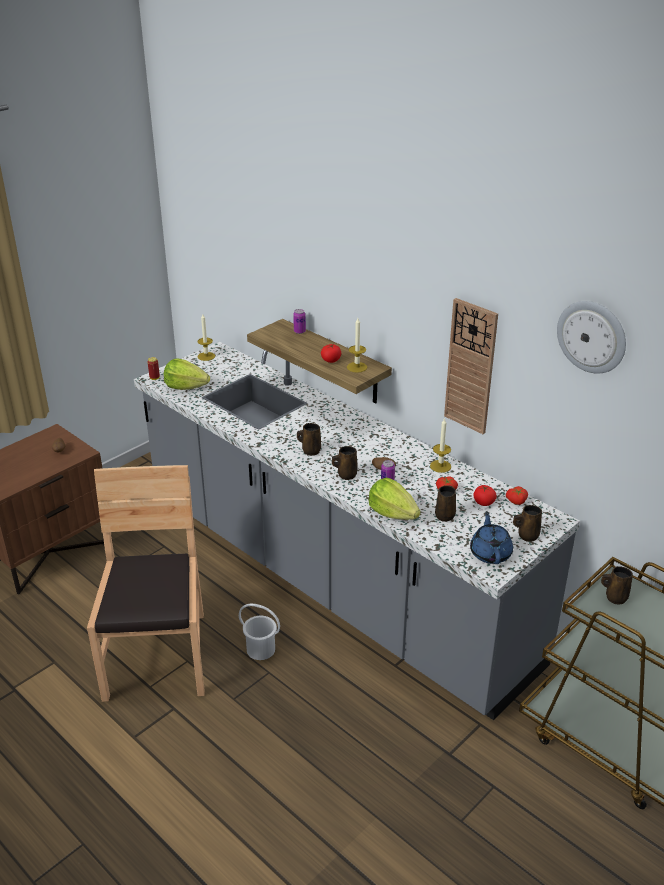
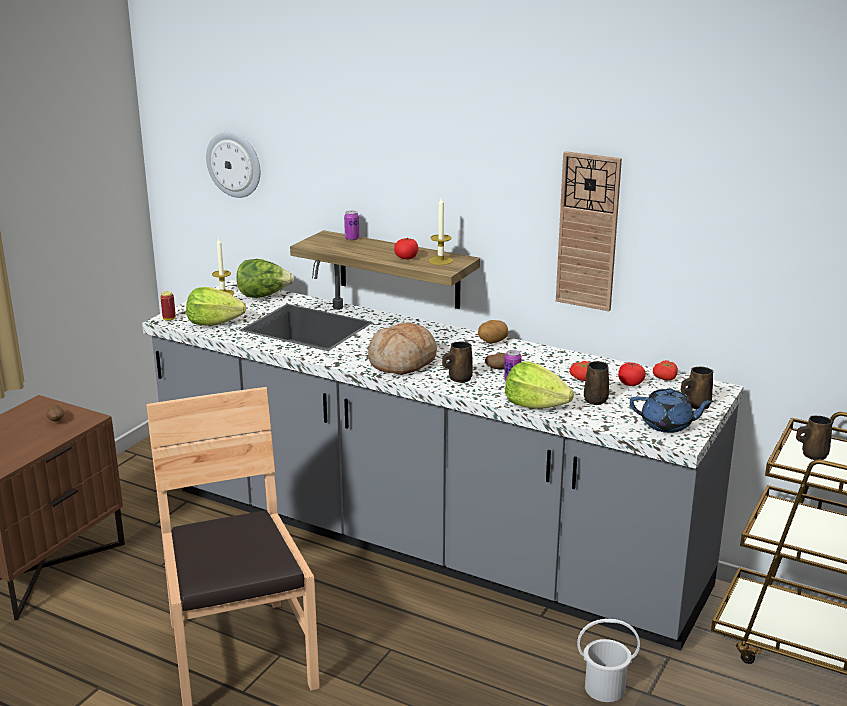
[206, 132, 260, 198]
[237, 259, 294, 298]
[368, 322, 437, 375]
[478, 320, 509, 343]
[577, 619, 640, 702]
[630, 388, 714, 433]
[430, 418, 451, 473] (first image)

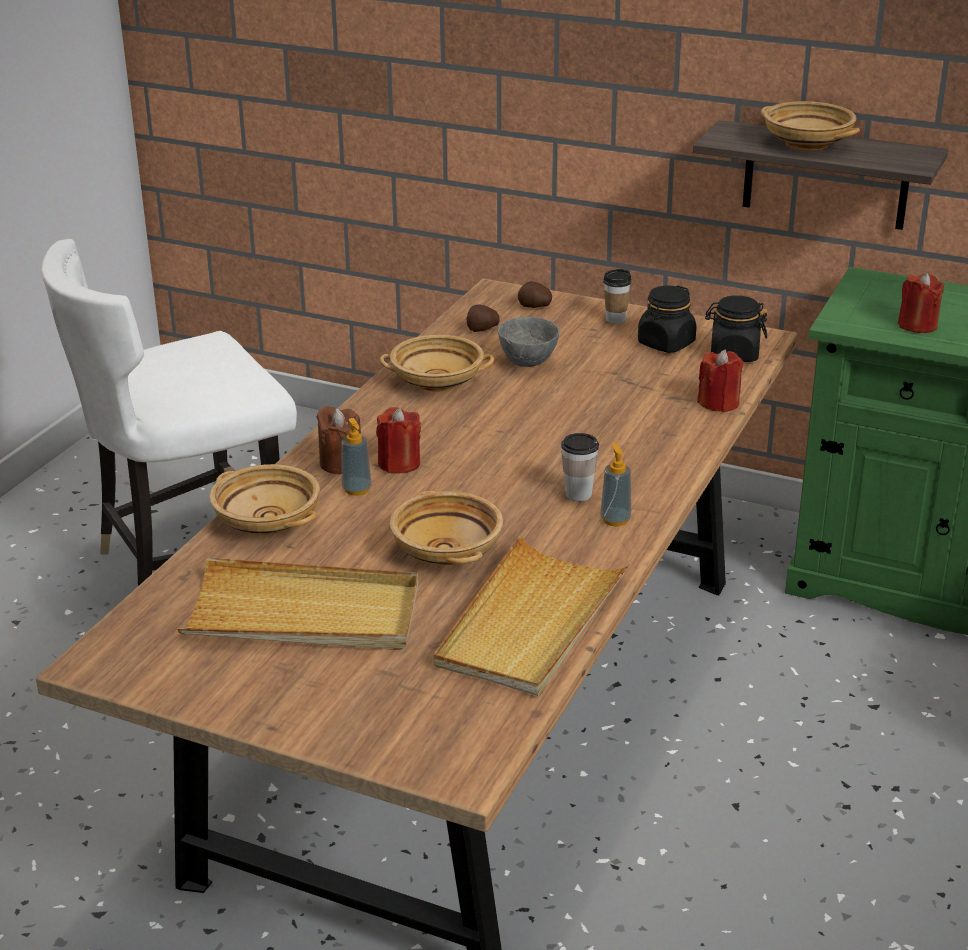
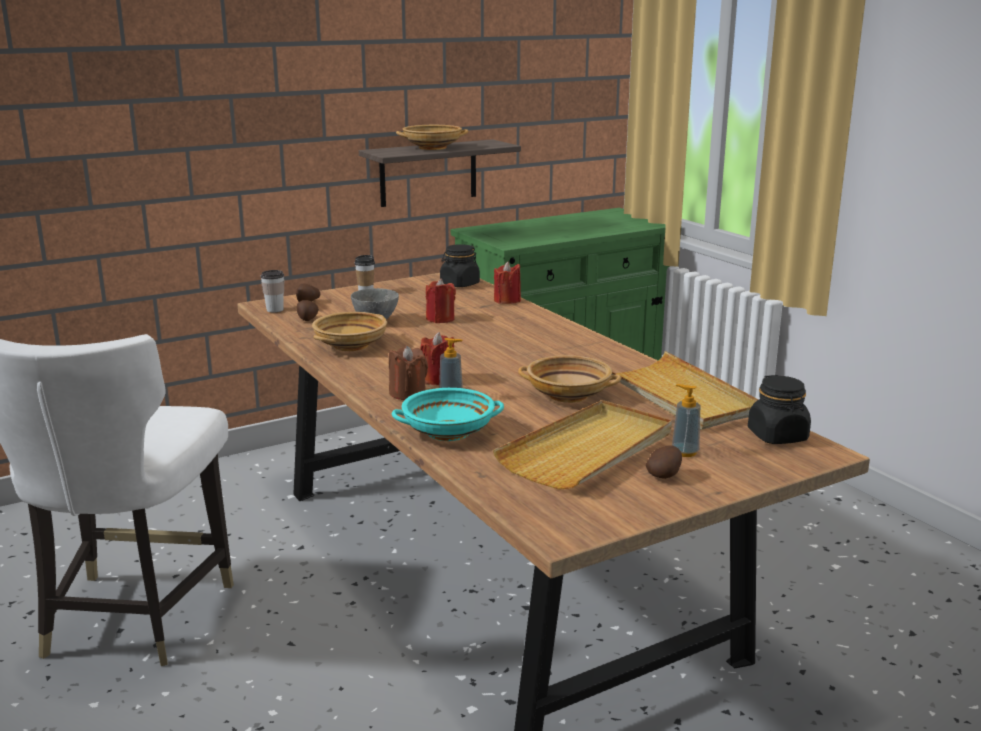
[261, 270, 284, 312]
[392, 388, 504, 441]
[426, 278, 456, 323]
[646, 445, 682, 479]
[672, 384, 700, 457]
[748, 375, 811, 444]

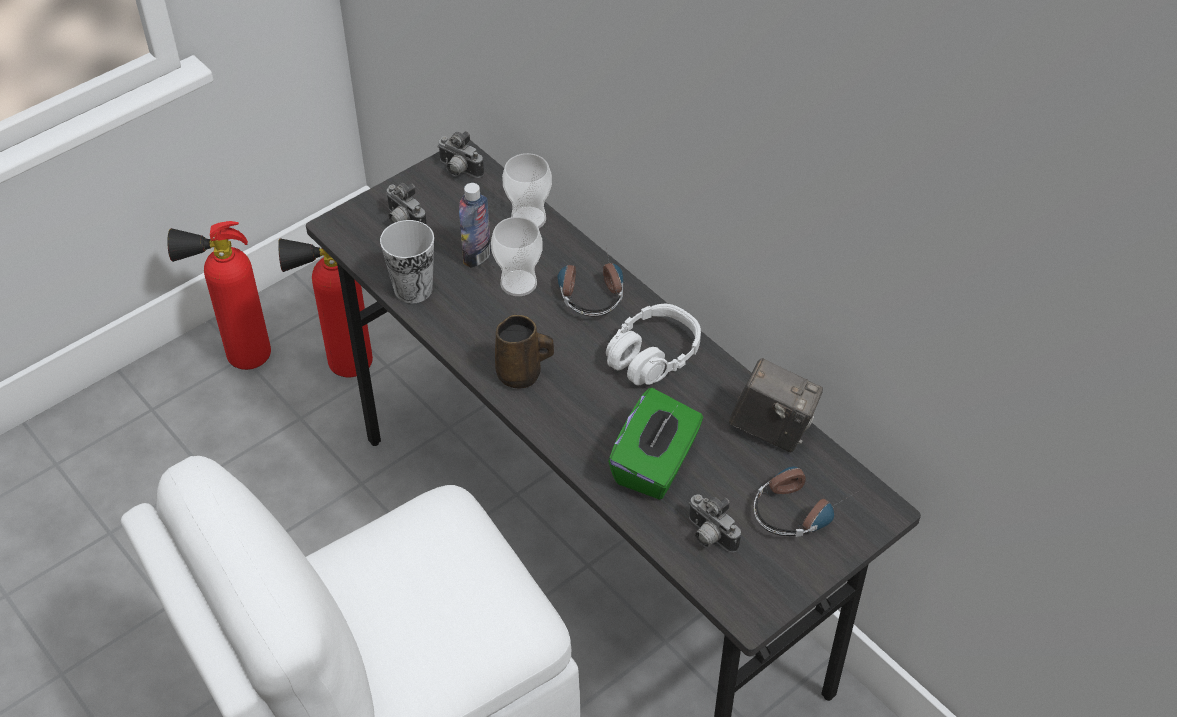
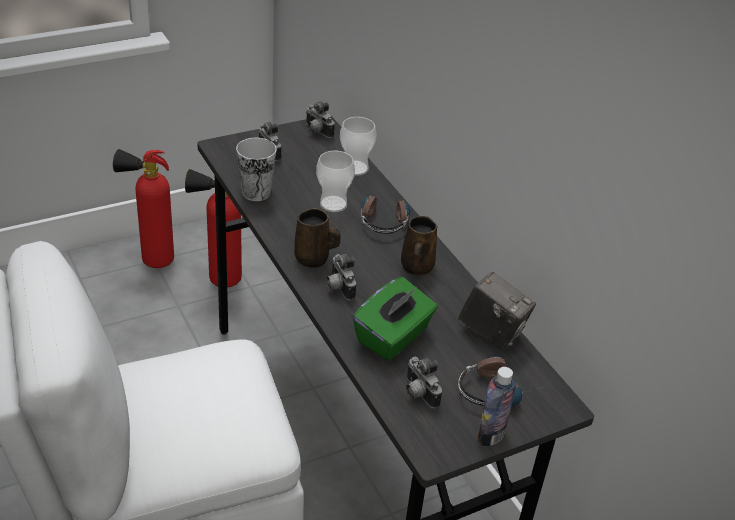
[327, 254, 356, 301]
[401, 216, 437, 275]
[477, 367, 516, 446]

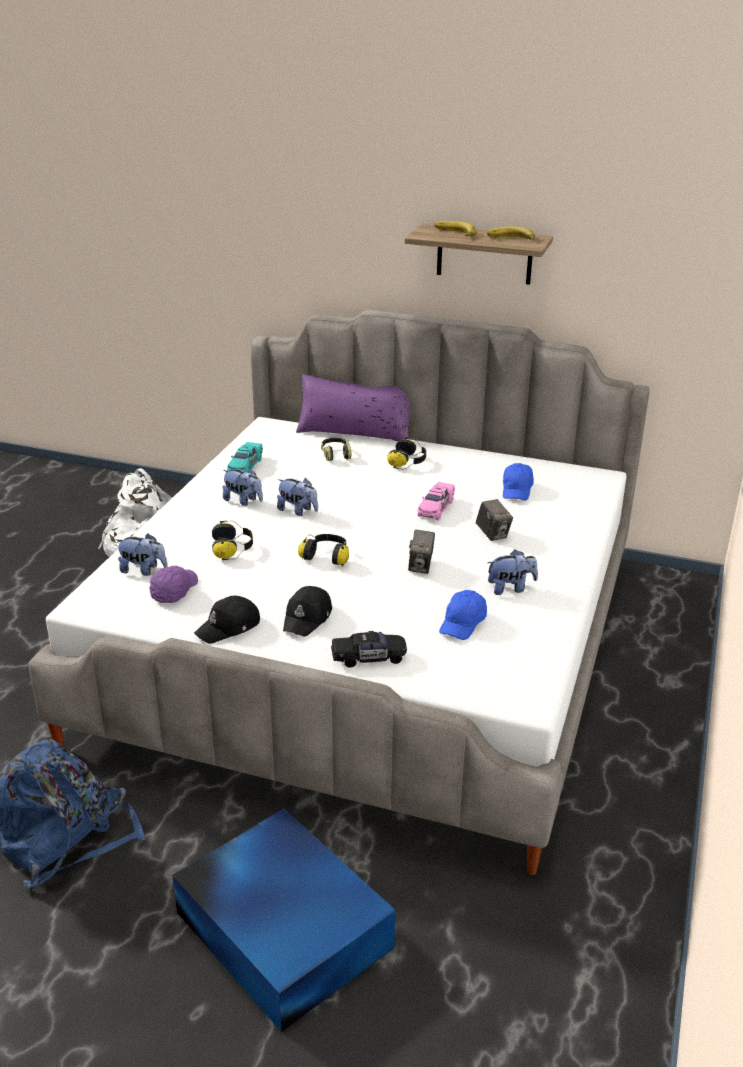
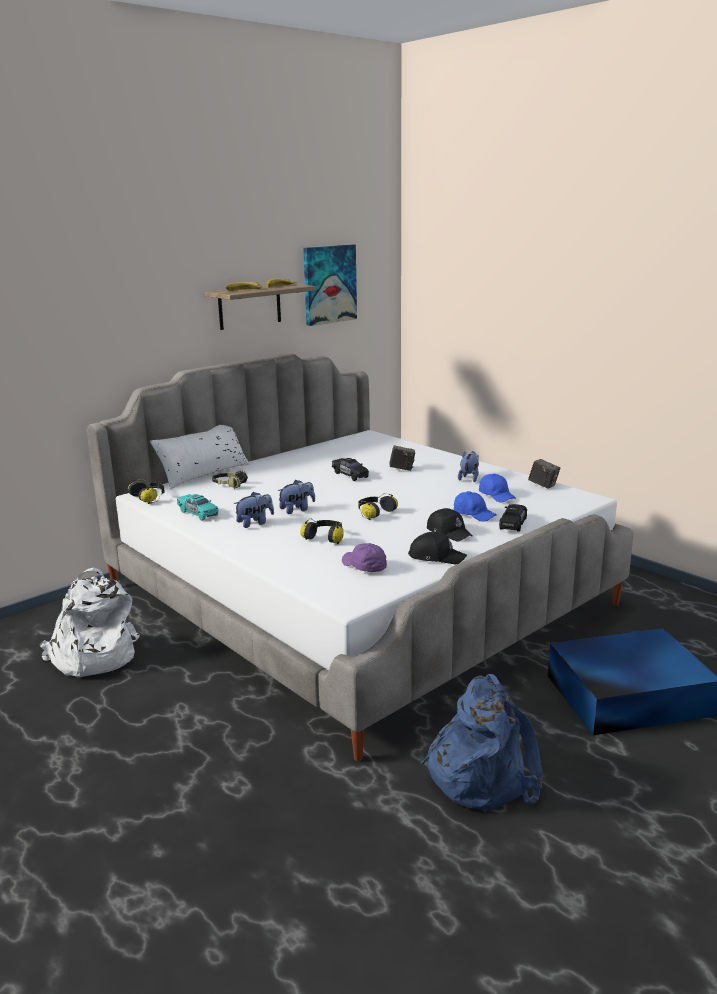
[128, 479, 165, 504]
[150, 425, 249, 489]
[303, 244, 357, 326]
[332, 458, 369, 481]
[408, 532, 467, 565]
[454, 491, 497, 522]
[528, 459, 560, 489]
[116, 533, 168, 576] (first image)

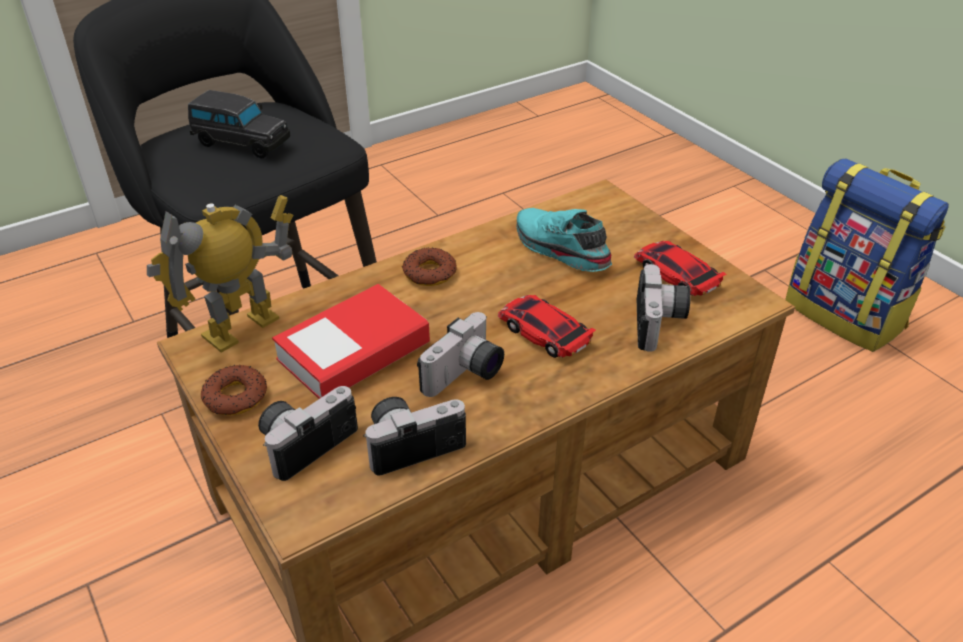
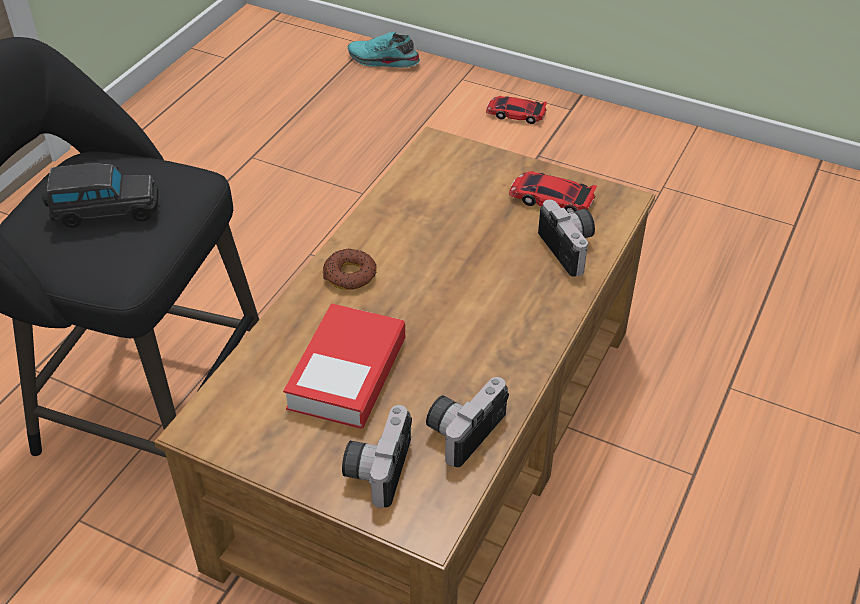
[347, 31, 420, 68]
[486, 96, 547, 124]
[147, 195, 293, 353] (first image)
[201, 365, 267, 416] (first image)
[417, 312, 504, 397] (first image)
[785, 158, 949, 352] (first image)

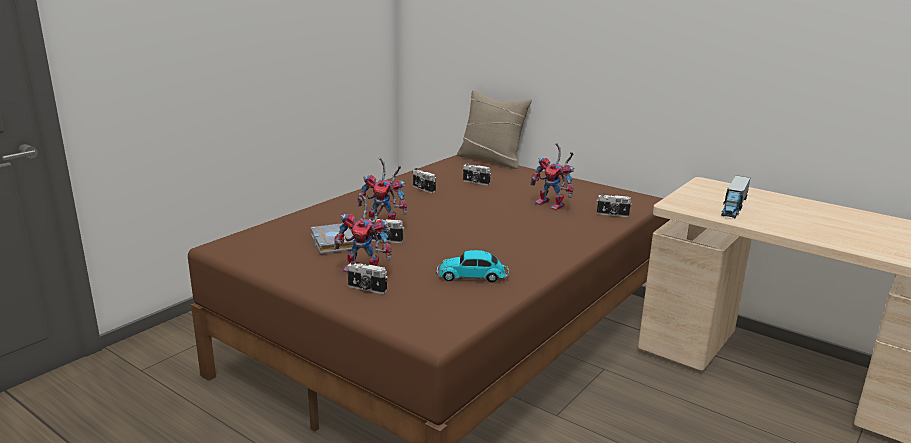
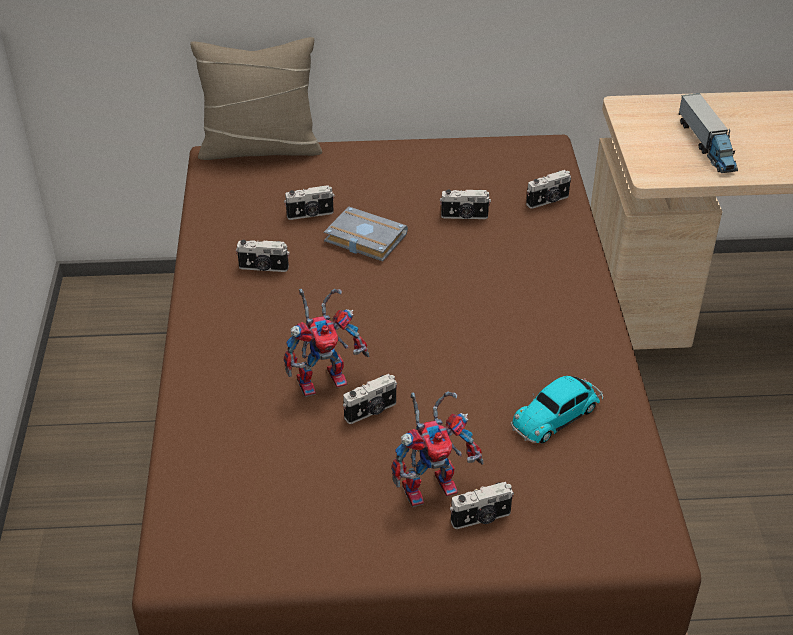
[324, 206, 408, 261]
[440, 190, 491, 219]

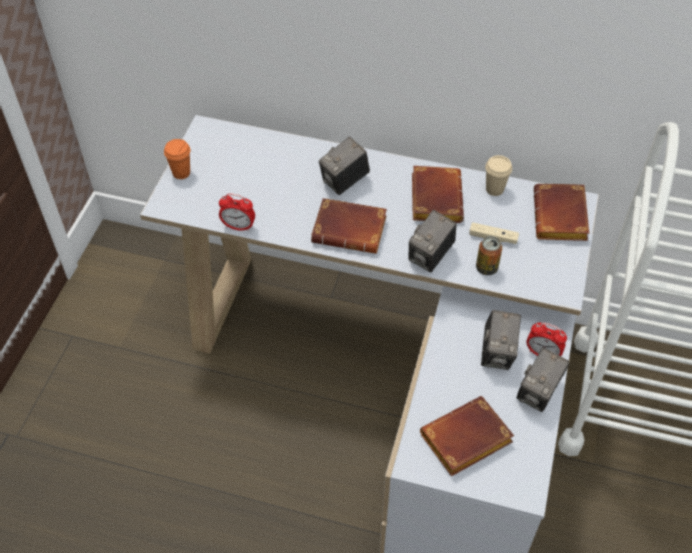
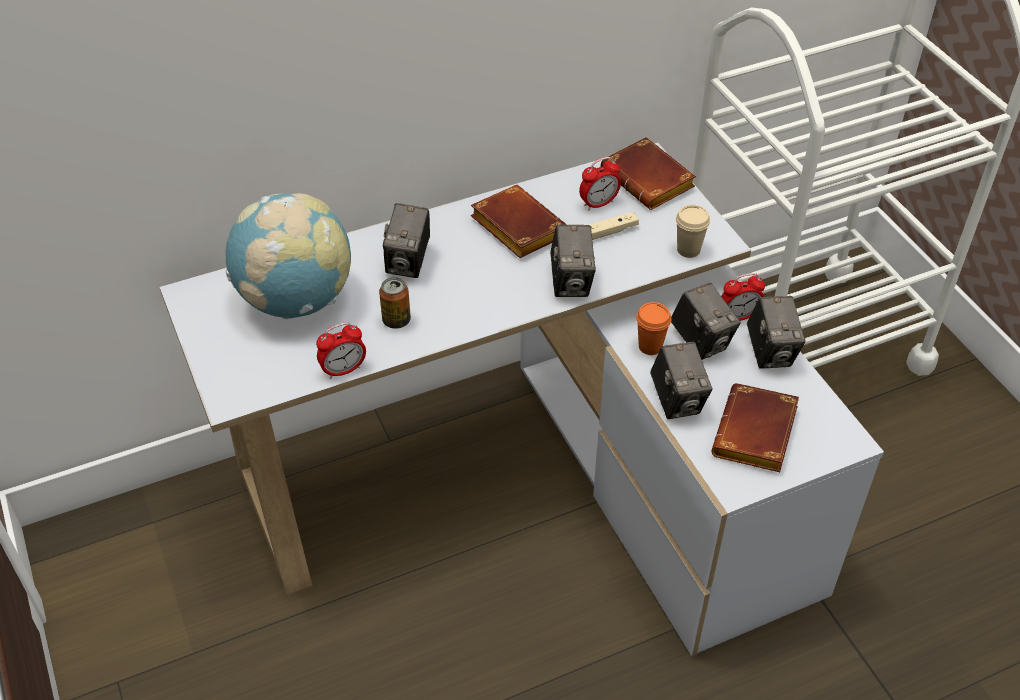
[226, 193, 351, 319]
[379, 277, 411, 329]
[579, 157, 621, 210]
[636, 302, 672, 355]
[650, 342, 713, 419]
[676, 205, 710, 258]
[311, 198, 387, 254] (first image)

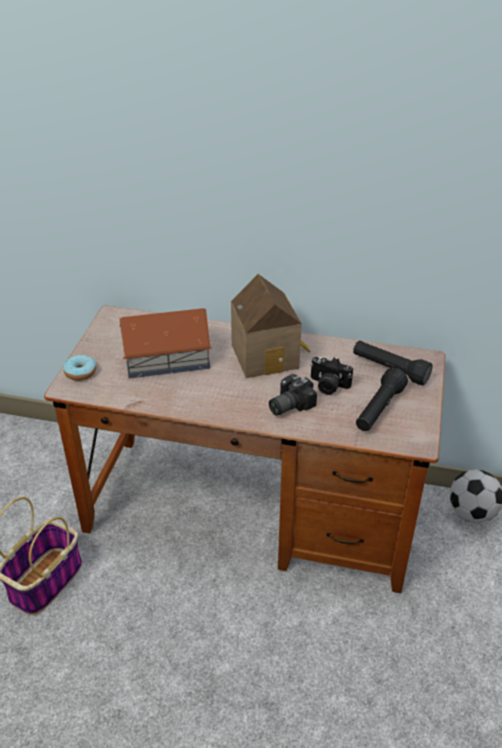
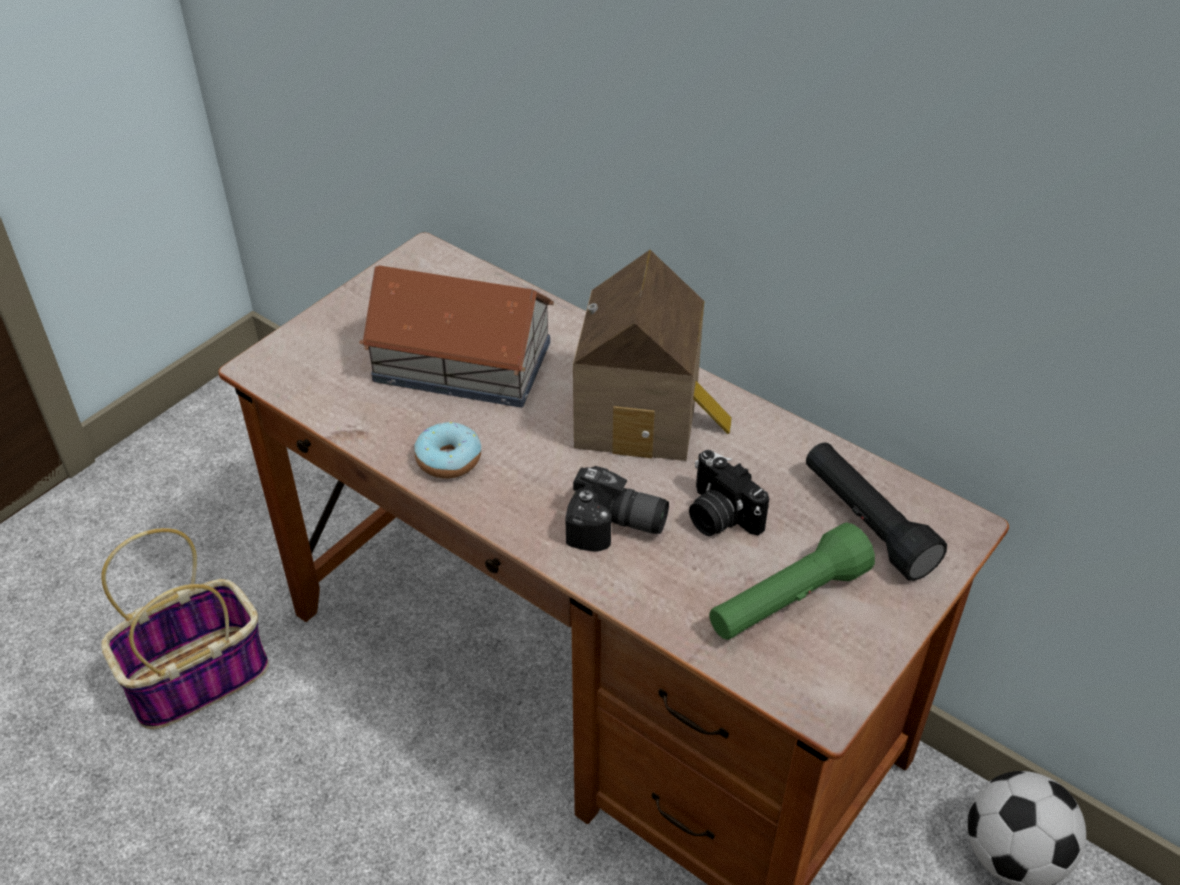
[414, 422, 481, 479]
[565, 466, 669, 552]
[709, 522, 875, 640]

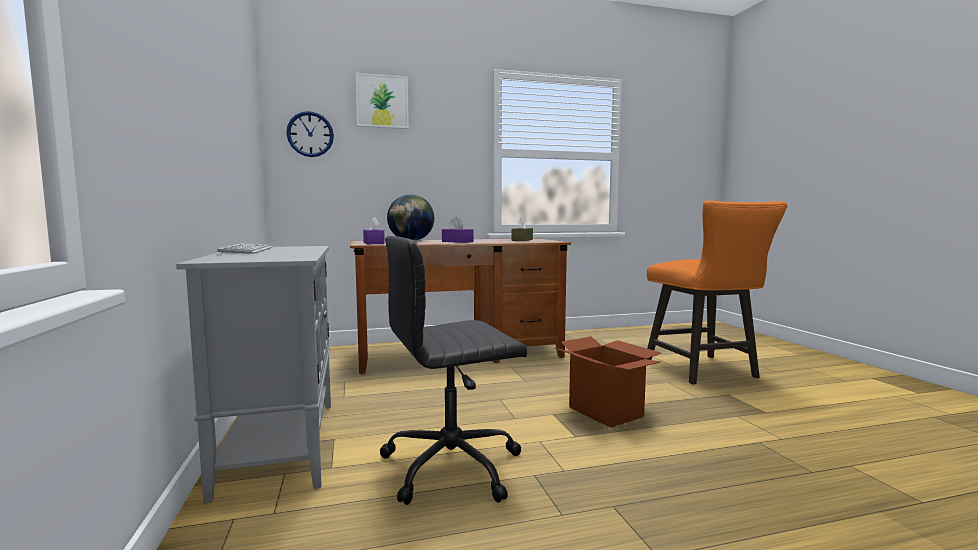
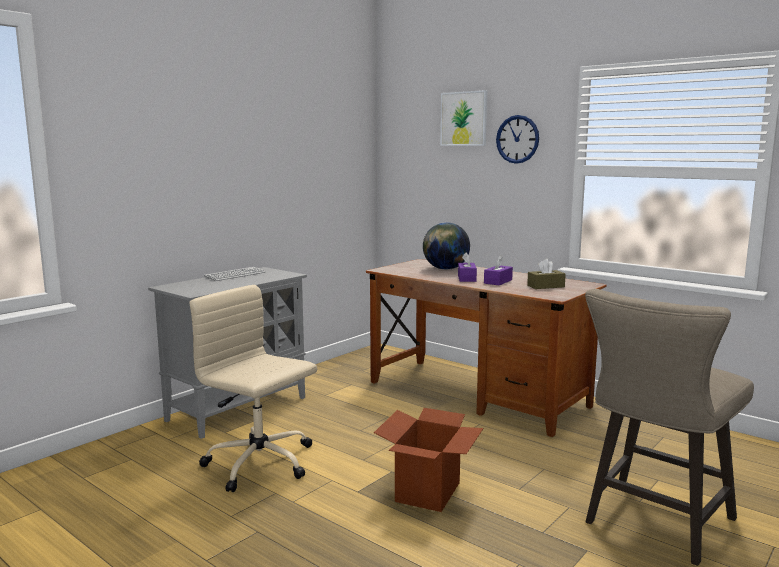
[190, 285, 317, 492]
[484, 255, 513, 285]
[496, 115, 539, 164]
[585, 289, 754, 566]

